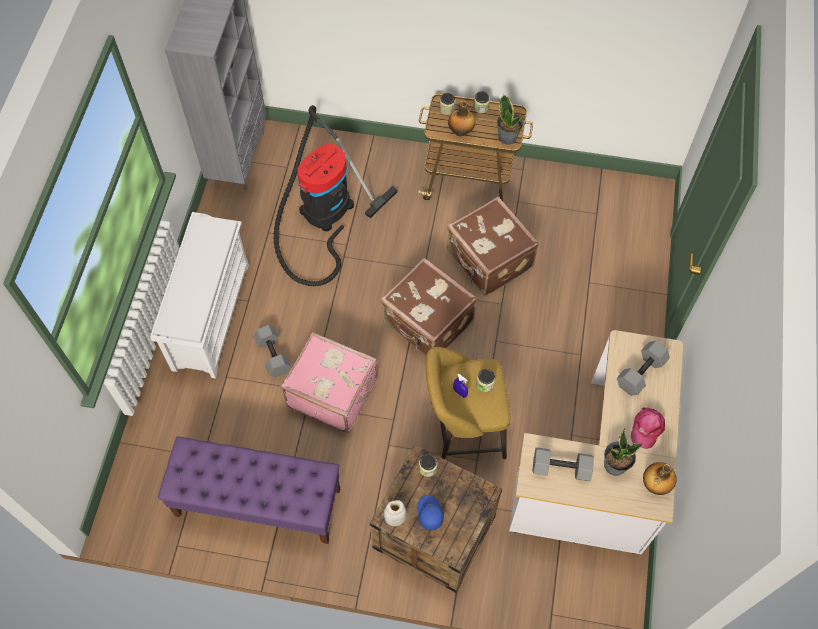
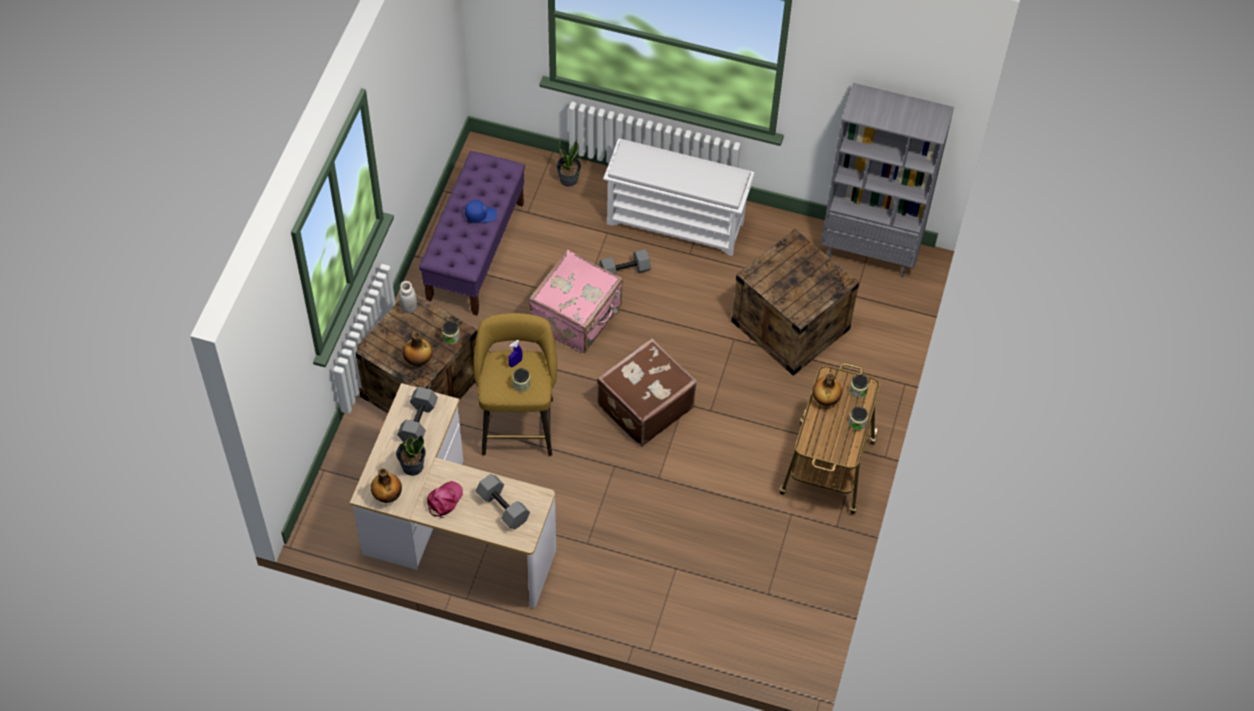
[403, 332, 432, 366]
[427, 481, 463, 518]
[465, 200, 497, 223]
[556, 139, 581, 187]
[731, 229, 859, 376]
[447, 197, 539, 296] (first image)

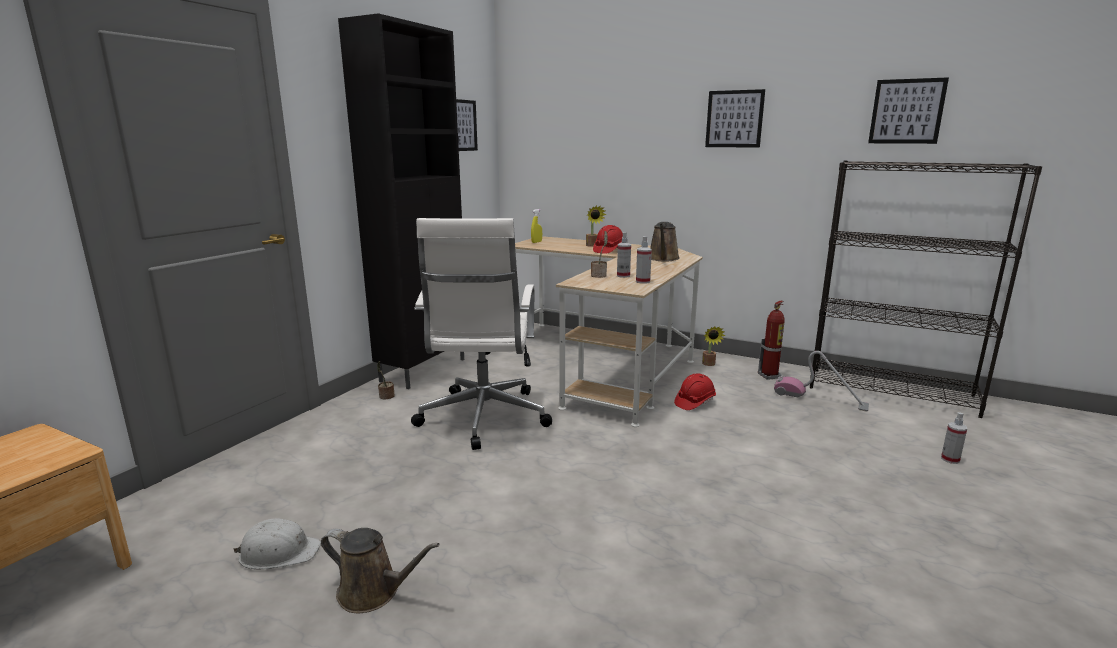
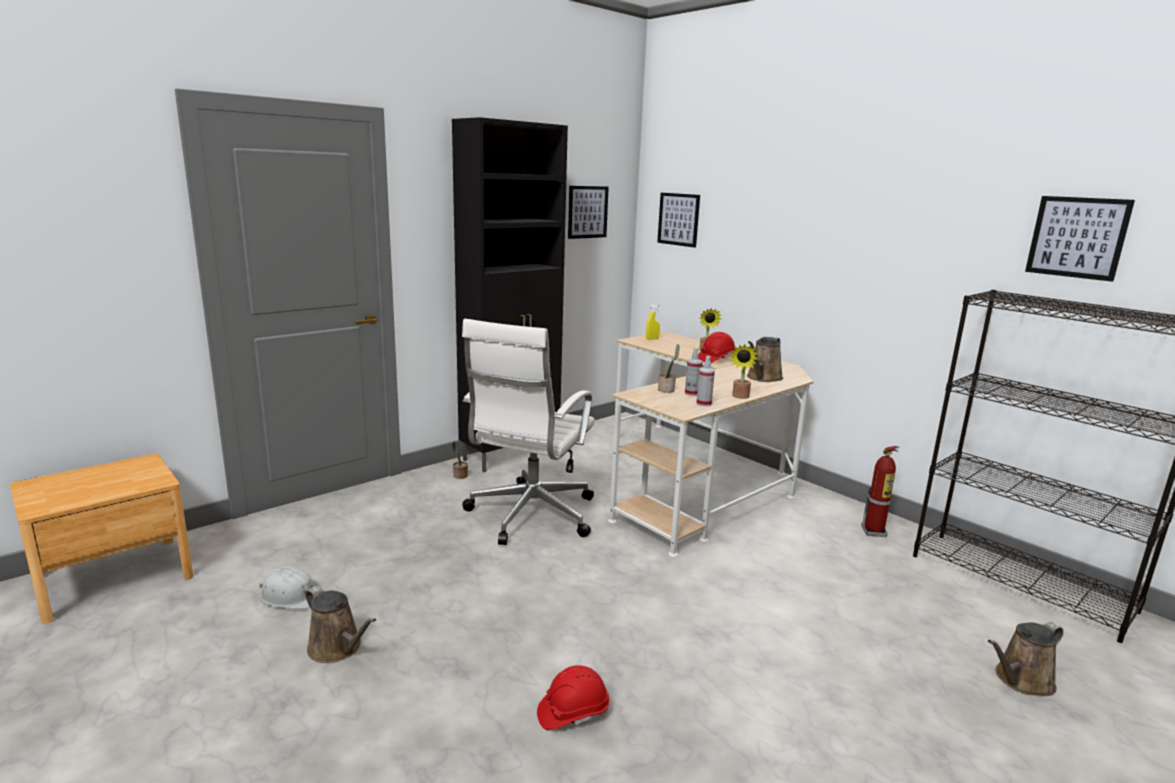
[537, 665, 610, 730]
[657, 193, 700, 248]
[729, 344, 758, 399]
[988, 622, 1064, 696]
[774, 351, 869, 412] (first image)

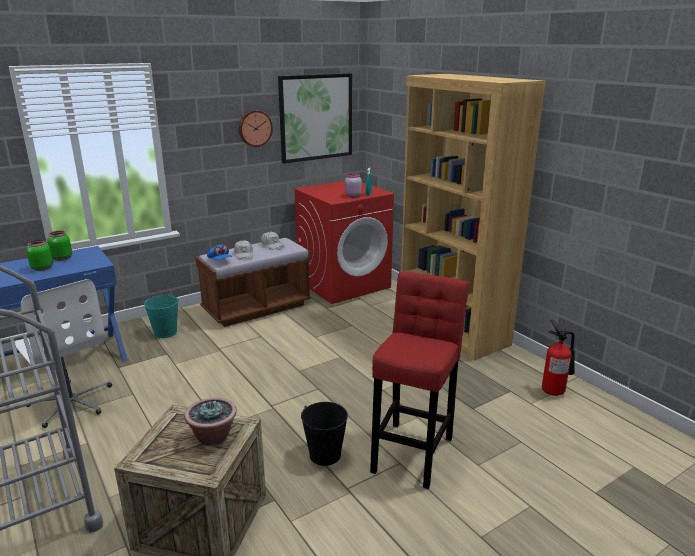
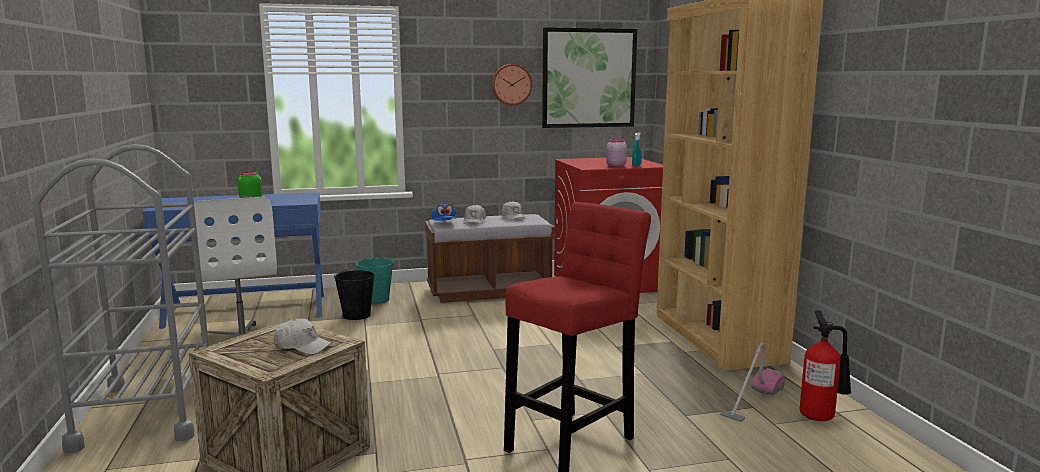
[273, 319, 332, 355]
[334, 269, 375, 320]
[720, 343, 786, 422]
[47, 231, 72, 261] (first image)

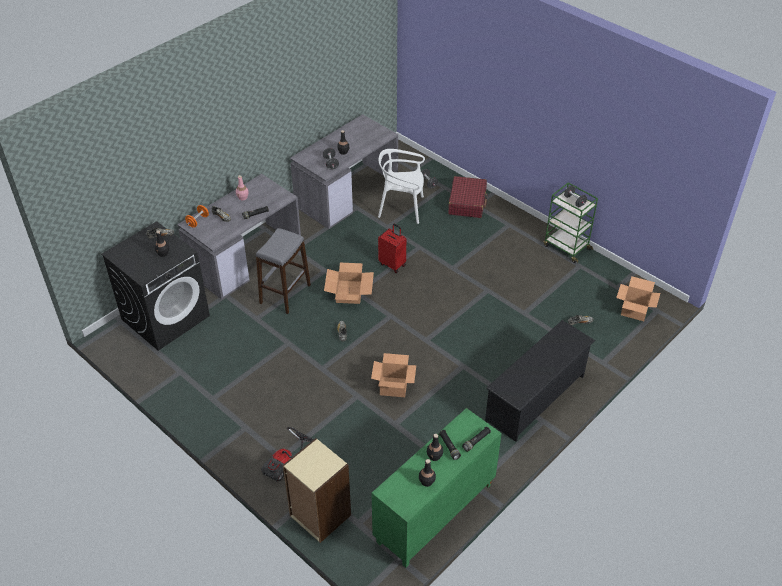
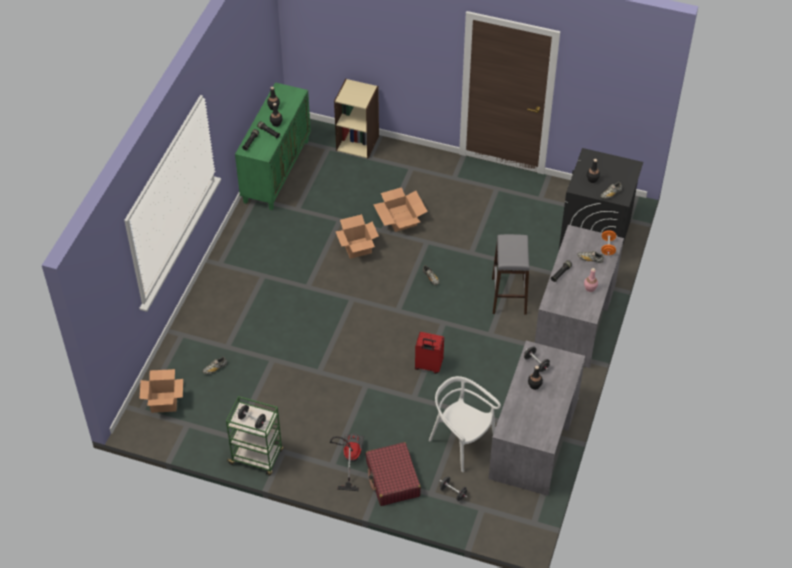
[330, 433, 364, 491]
[373, 187, 428, 232]
[429, 376, 501, 472]
[485, 320, 595, 442] (first image)

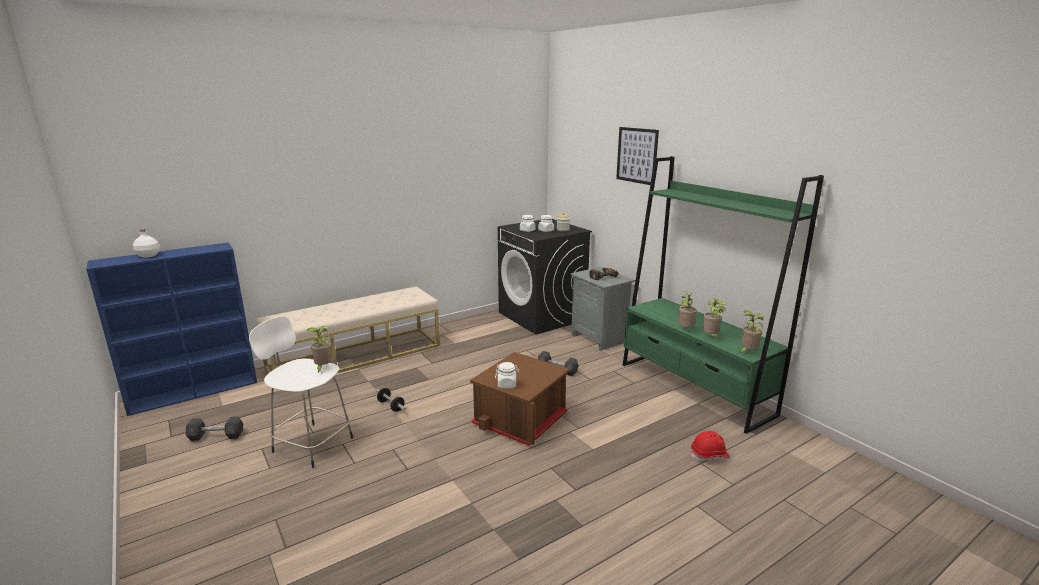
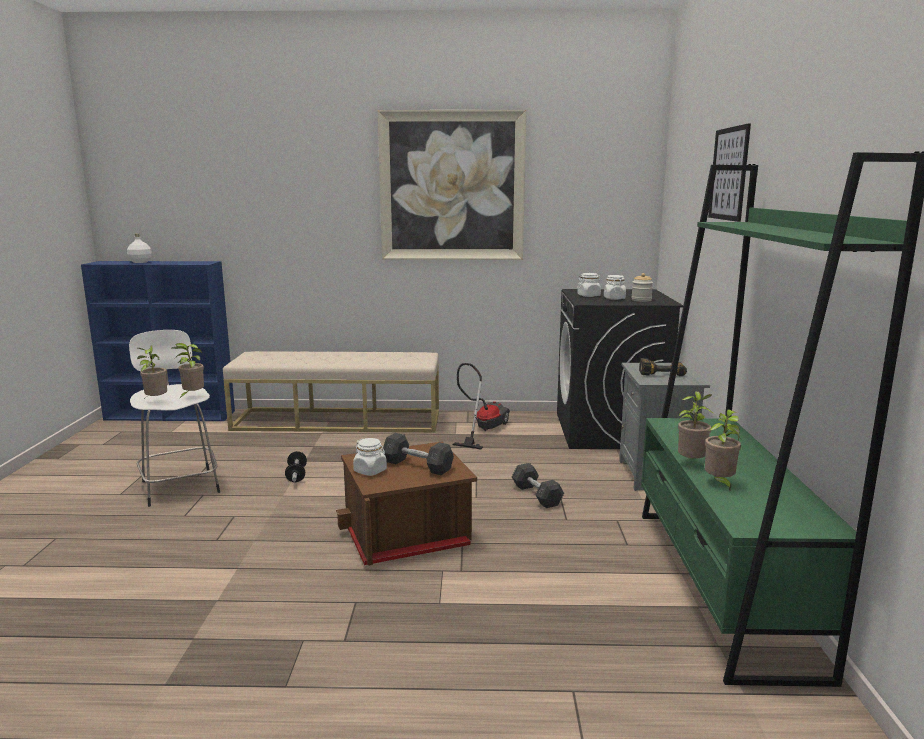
[137, 345, 167, 400]
[378, 110, 526, 260]
[382, 433, 454, 475]
[453, 363, 510, 450]
[691, 431, 730, 462] (first image)

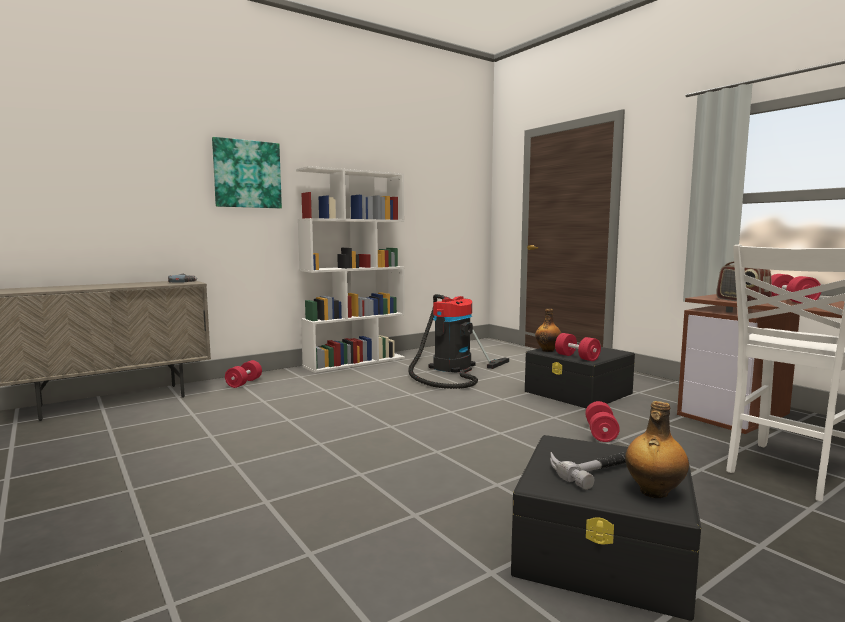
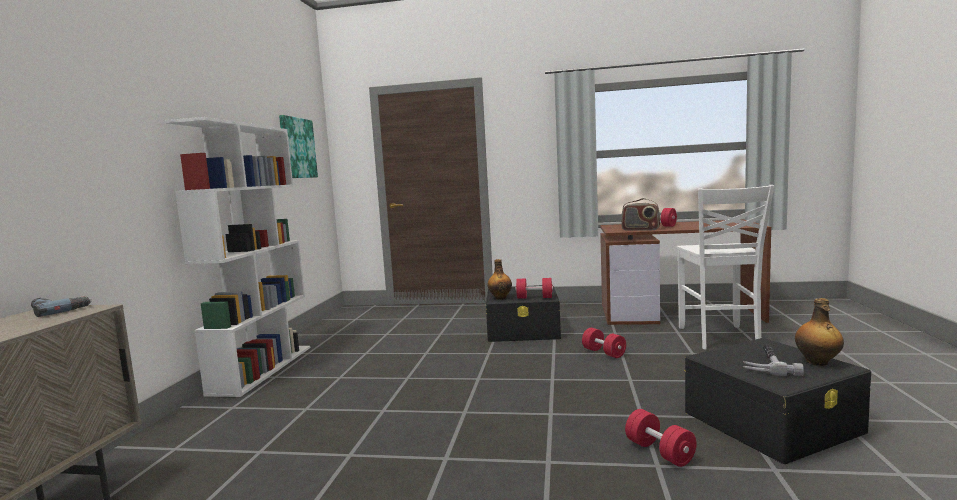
[279, 115, 318, 178]
[625, 409, 697, 467]
[408, 294, 509, 389] (first image)

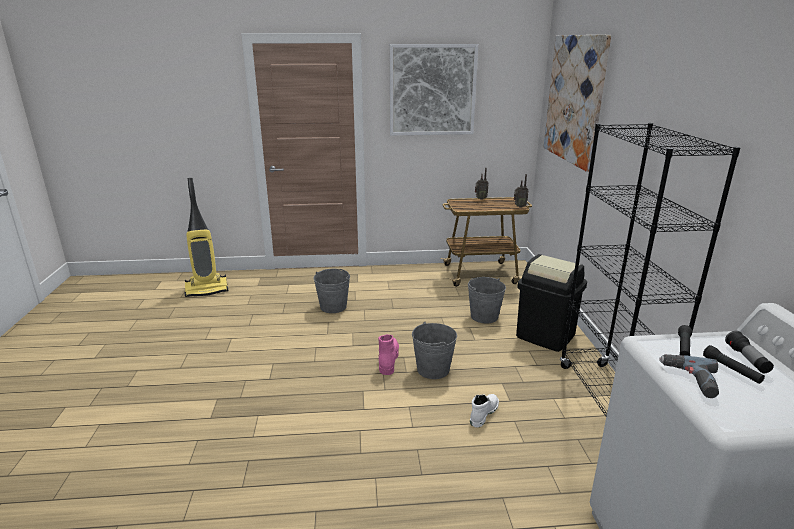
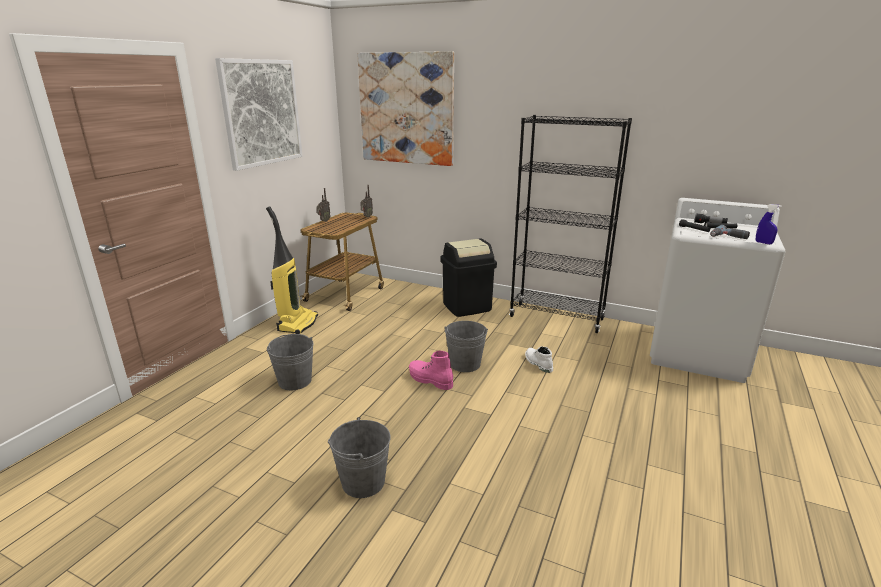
[266, 206, 318, 334]
[328, 417, 391, 498]
[755, 204, 781, 244]

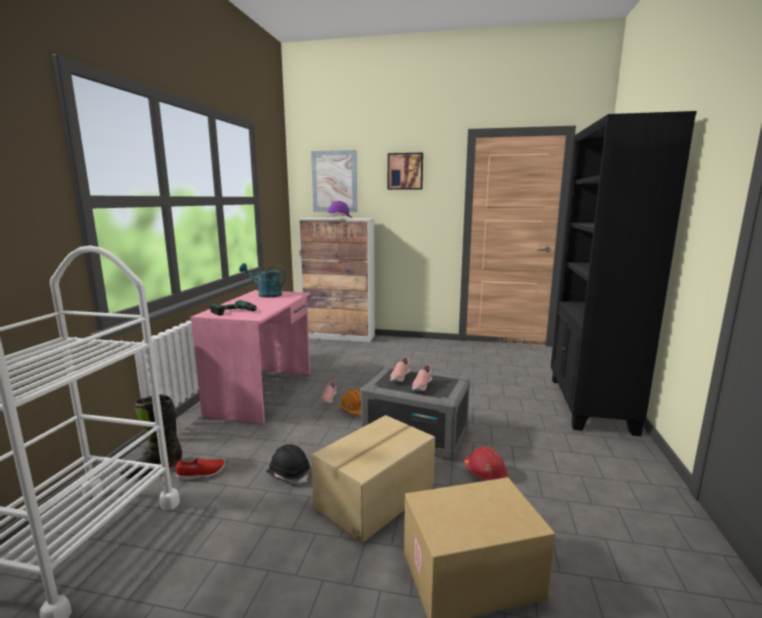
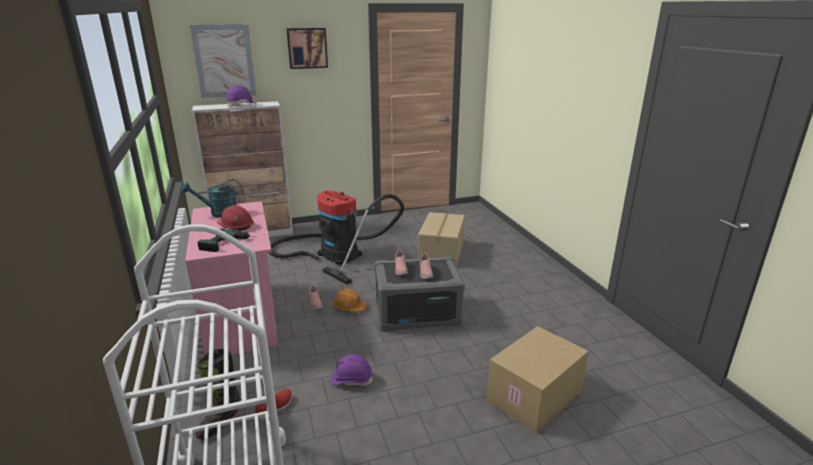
[217, 205, 254, 231]
[269, 190, 404, 285]
[330, 354, 373, 386]
[418, 212, 465, 267]
[551, 111, 697, 436] (first image)

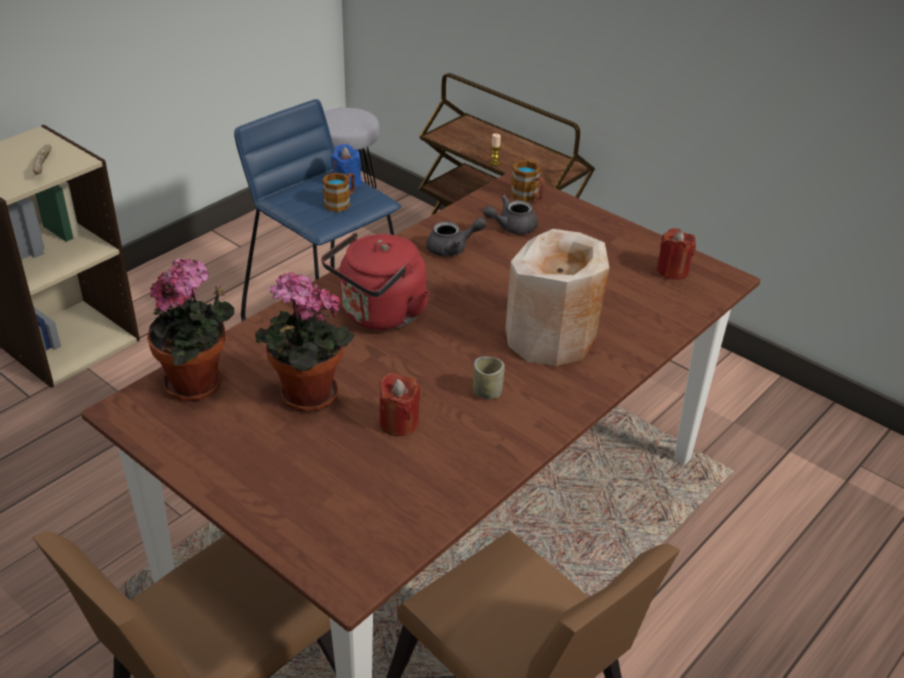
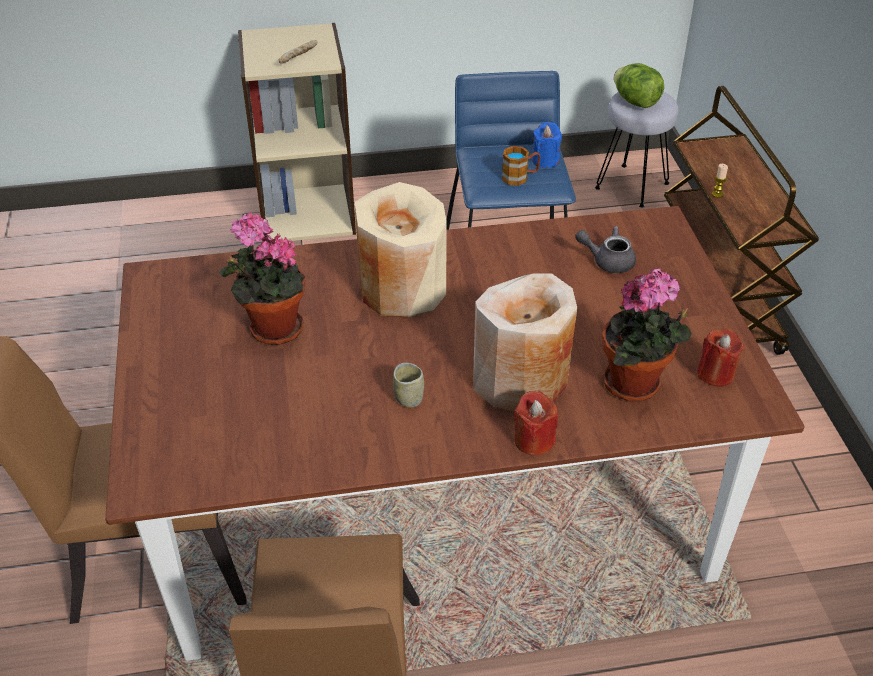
[355, 182, 447, 318]
[514, 390, 558, 456]
[602, 269, 692, 401]
[614, 63, 664, 108]
[426, 217, 487, 257] (first image)
[511, 160, 545, 201] (first image)

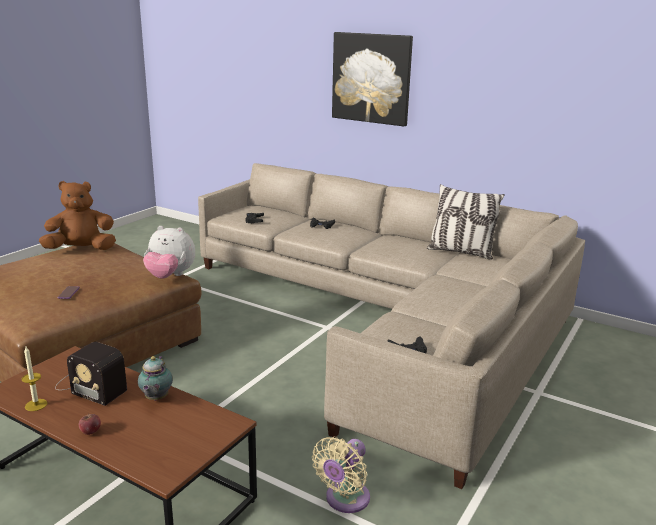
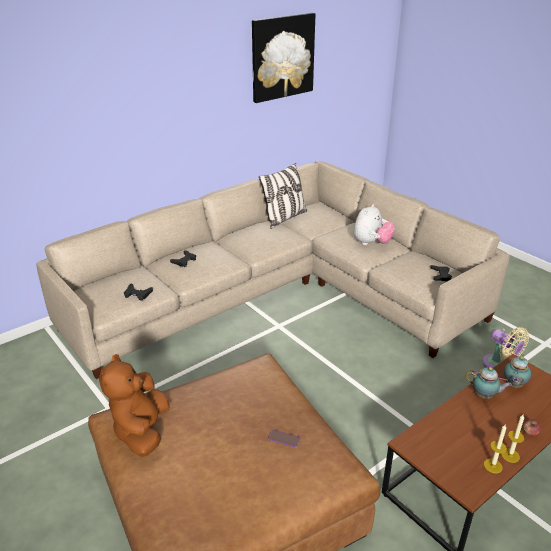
[252, 13, 315, 103]
[354, 204, 395, 245]
[501, 415, 524, 463]
[504, 354, 531, 388]
[55, 342, 127, 406] (first image)

